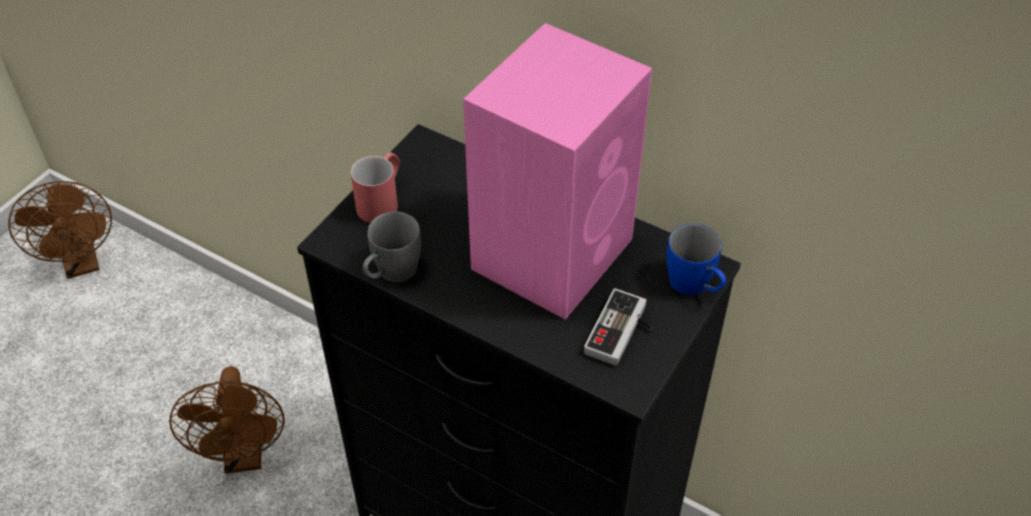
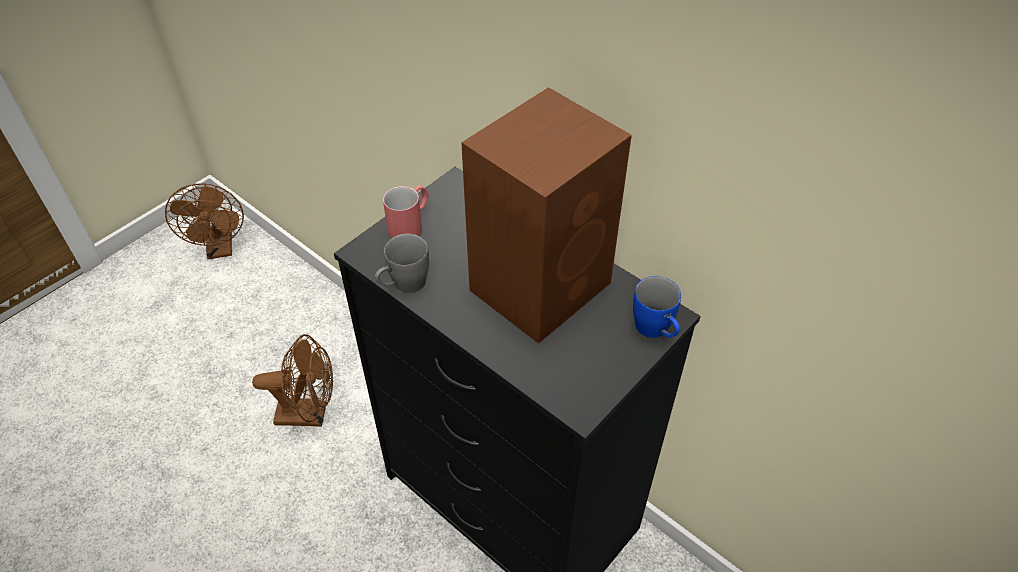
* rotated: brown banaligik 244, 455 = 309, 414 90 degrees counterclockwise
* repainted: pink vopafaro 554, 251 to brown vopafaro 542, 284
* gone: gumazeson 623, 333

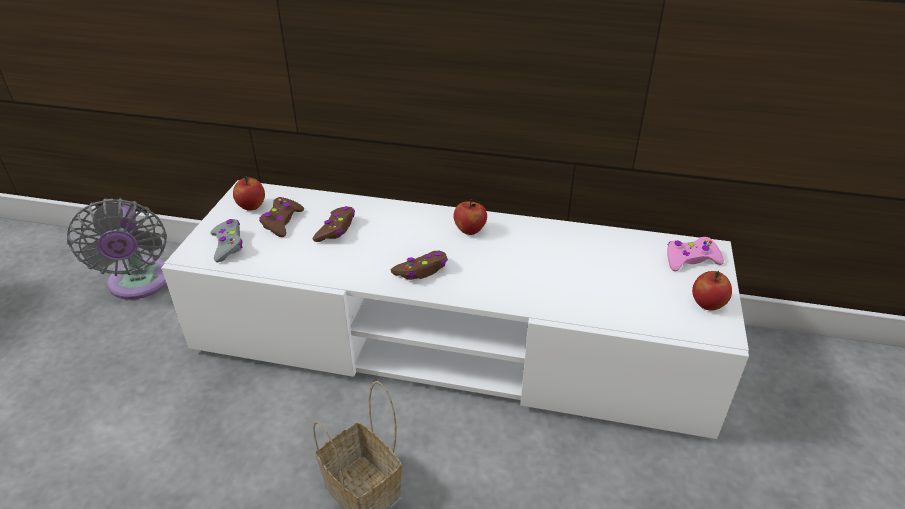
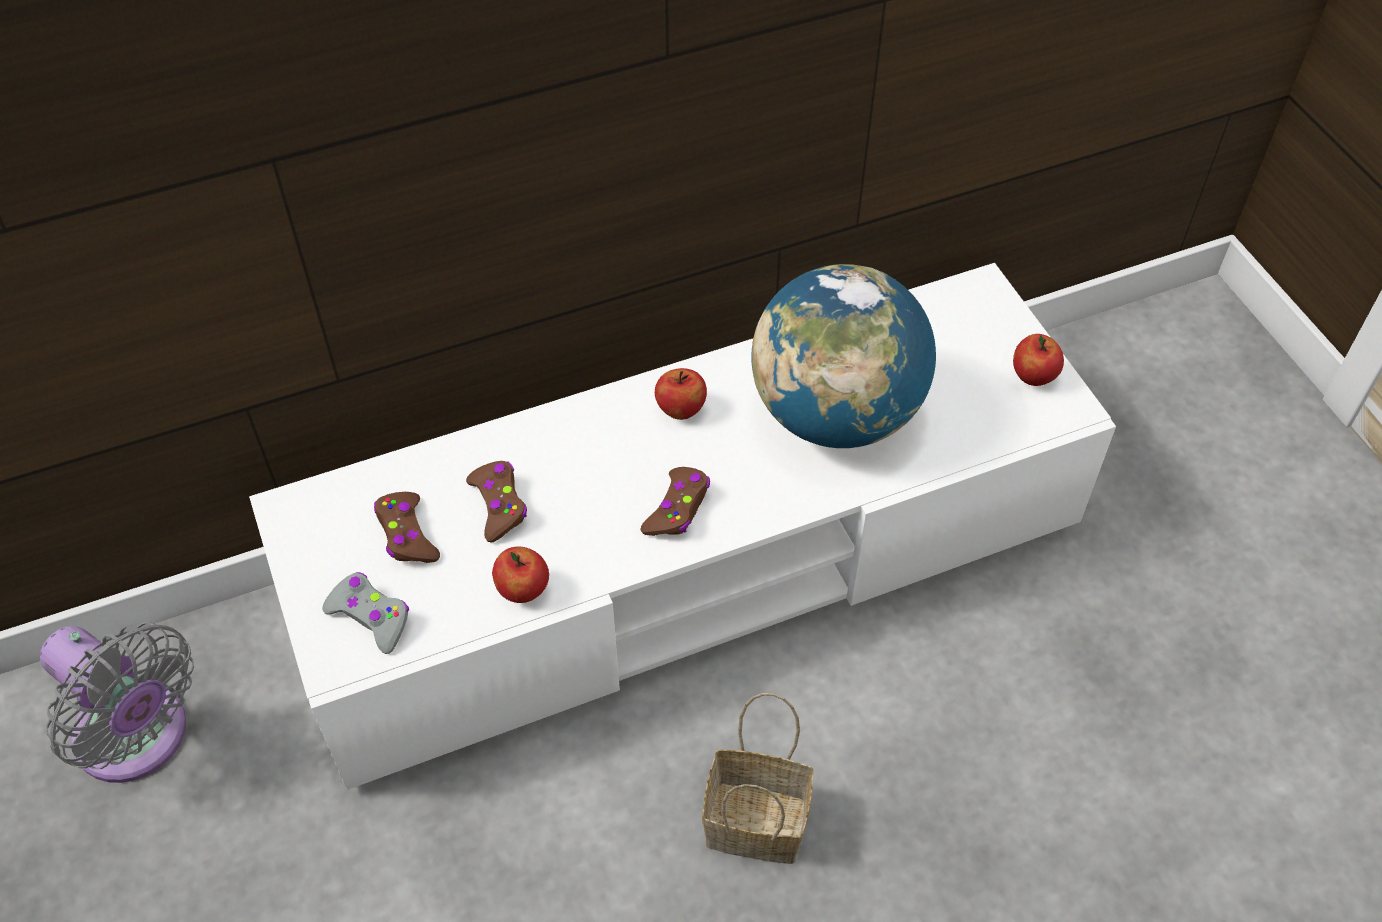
* shifted: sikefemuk 251, 206 to 523, 590
* gone: pink gumazeson 690, 260
* new: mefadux 836, 414

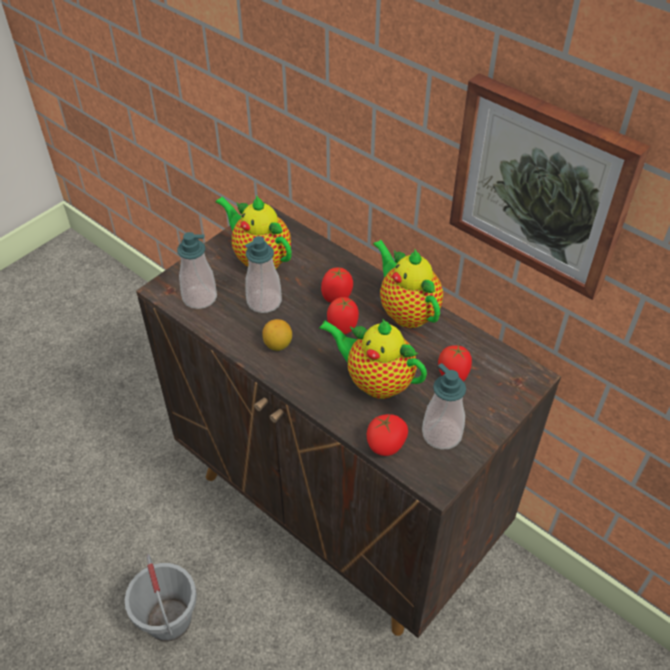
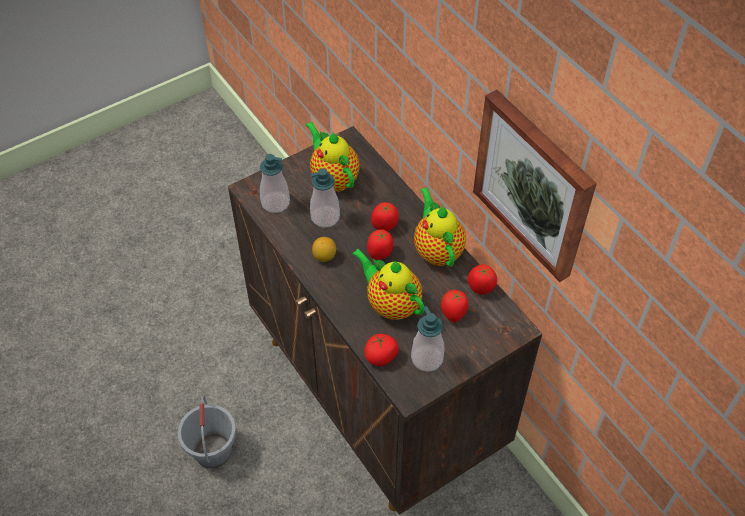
* new: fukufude 480, 288

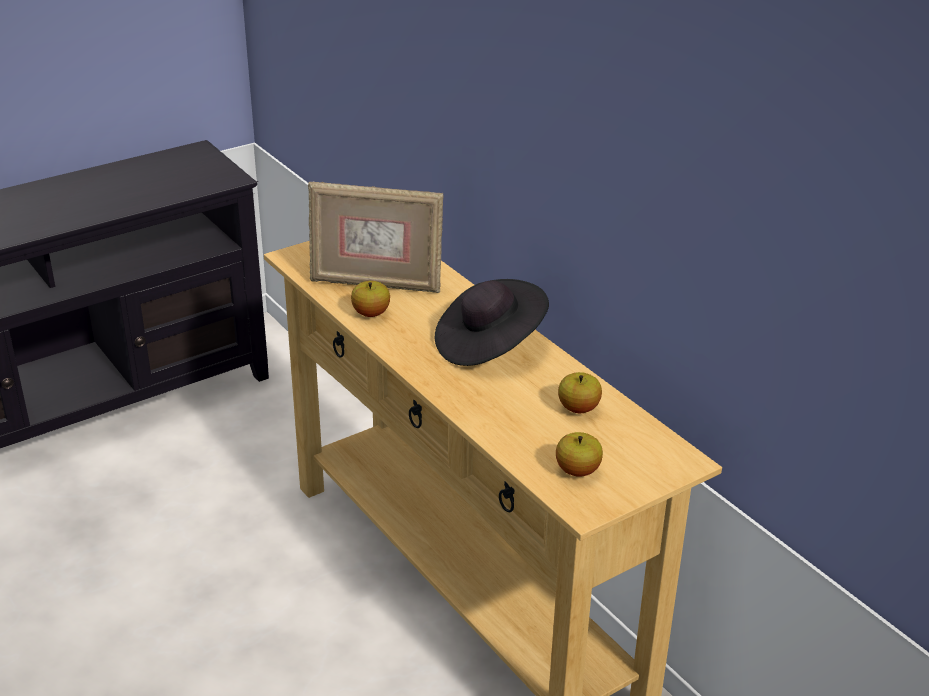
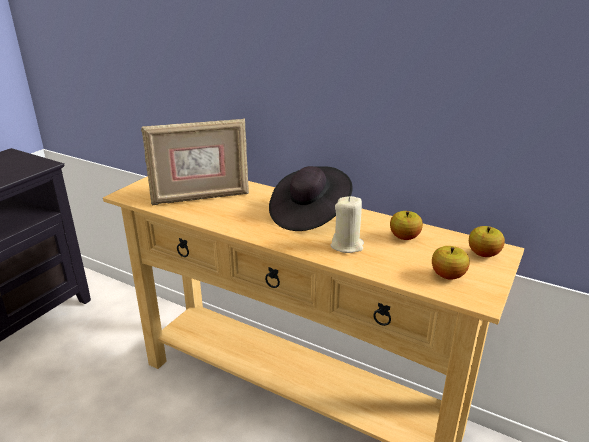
* shifted: sikefemuk 371, 313 to 483, 254
* new: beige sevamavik 347, 245

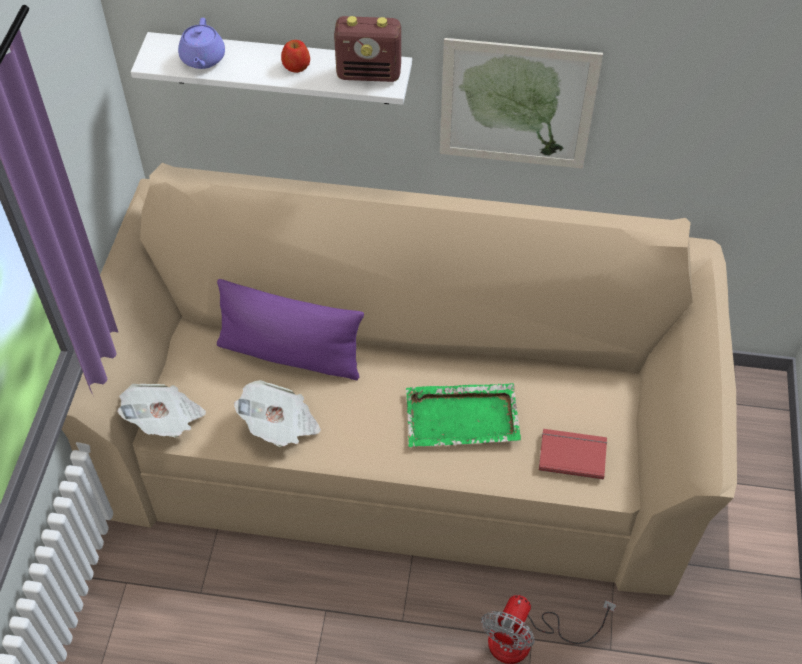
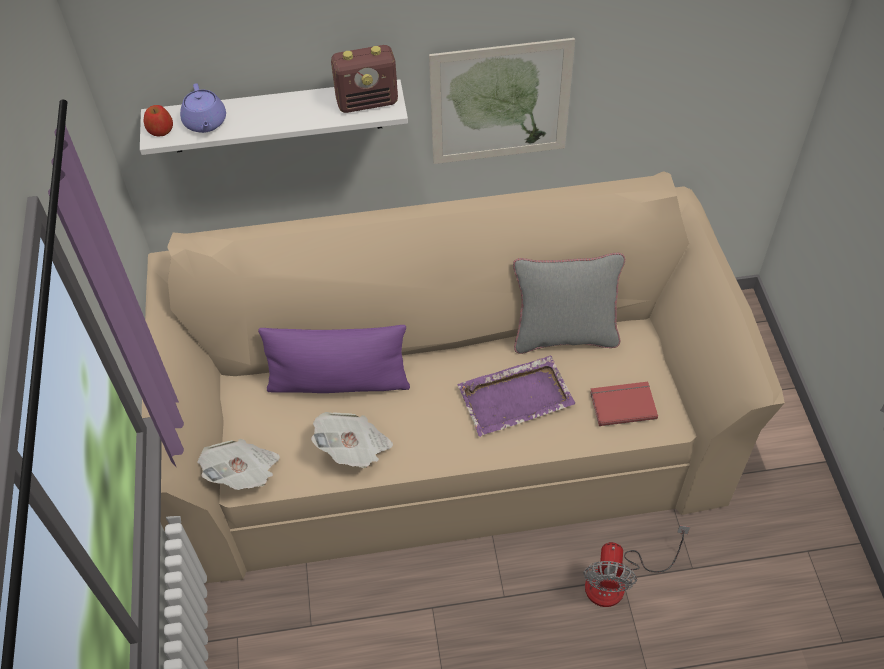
* shifted: sikefemuk 296, 65 to 160, 129
* repainted: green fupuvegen 463, 417 to purple fupuvegen 516, 397
* new: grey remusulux 564, 336

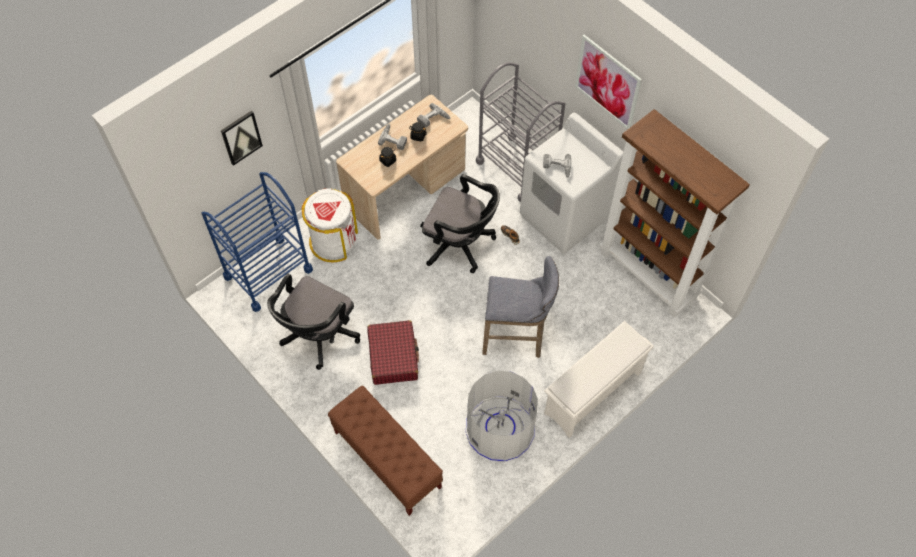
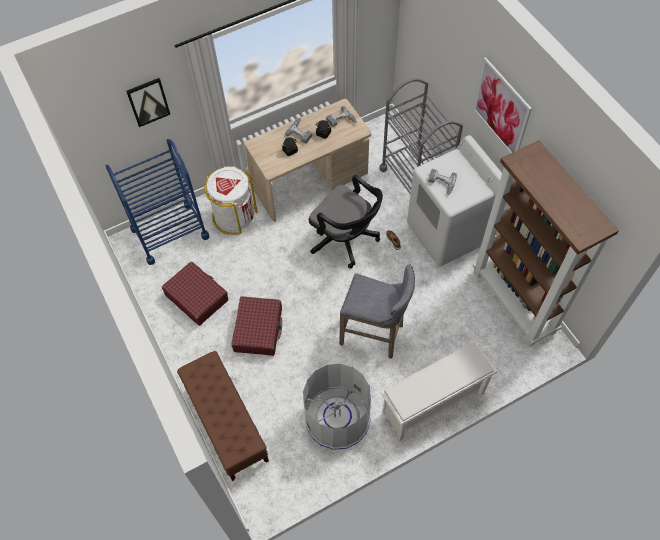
* swapped: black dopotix 317, 336 to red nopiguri 197, 297

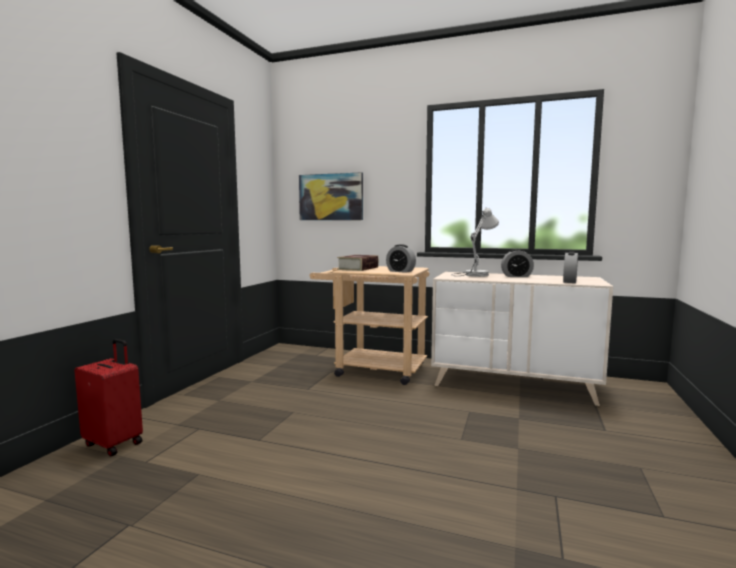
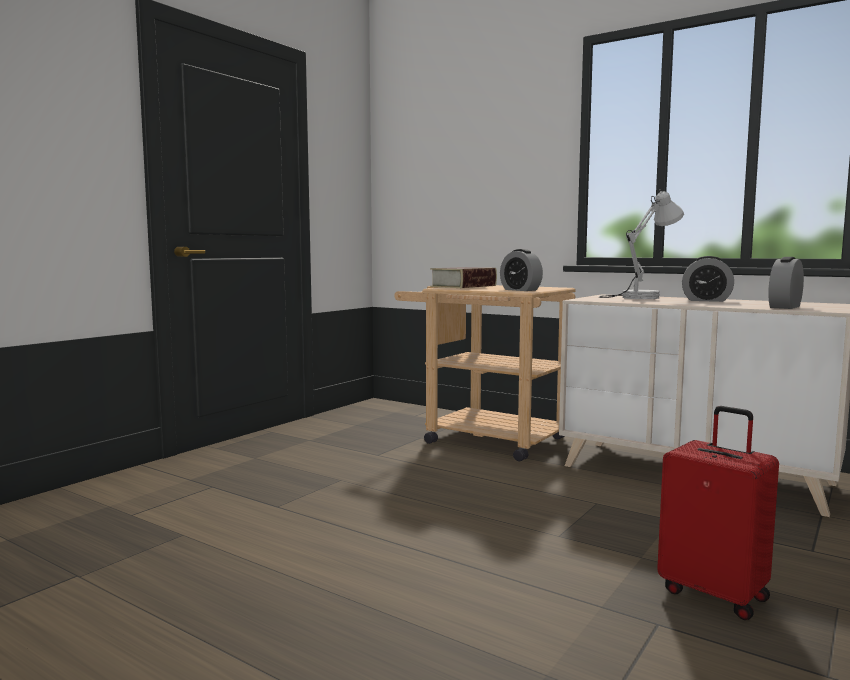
* shifted: red nopiguri 114, 443 to 714, 594
* gone: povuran 331, 197

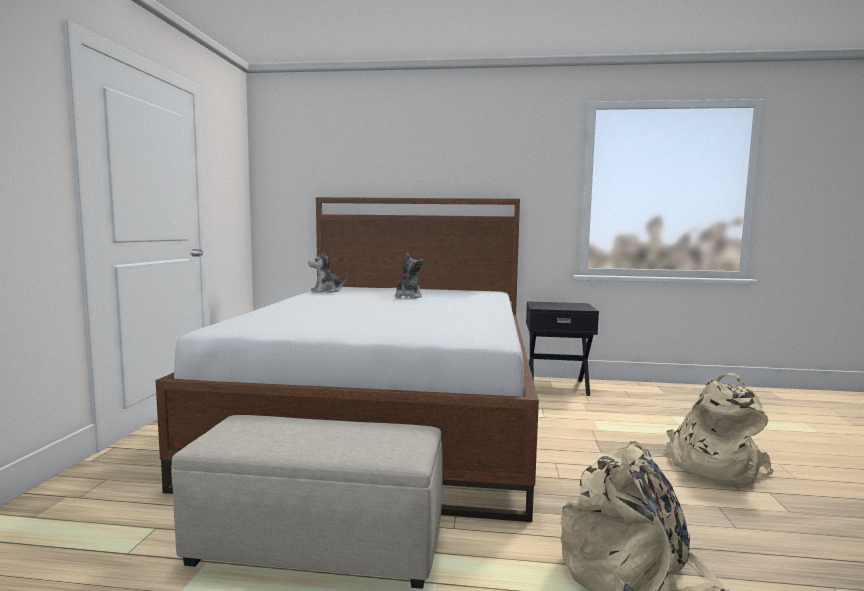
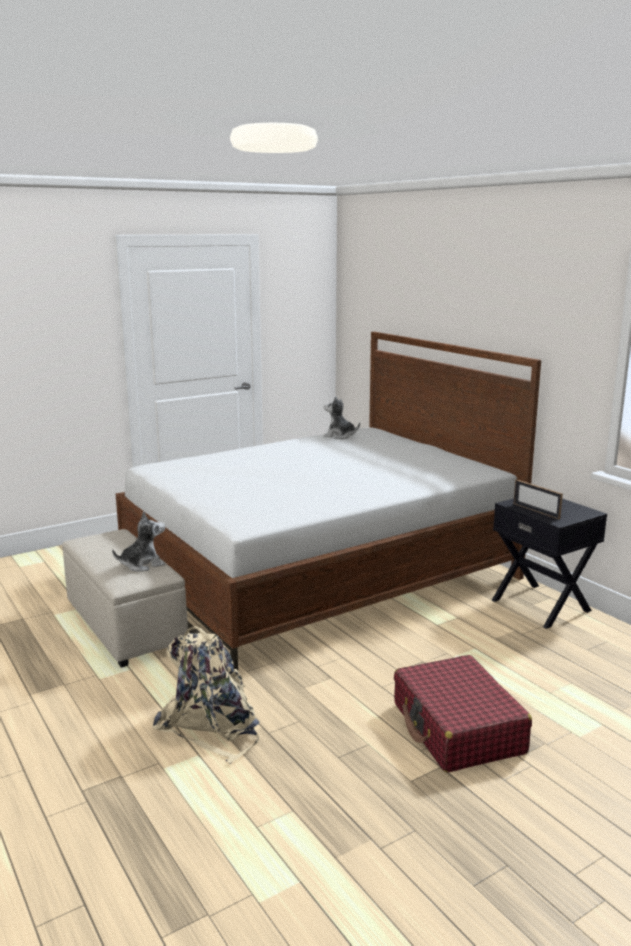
* shifted: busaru 408, 296 to 142, 564
* swapped: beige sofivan 711, 466 to red nopiguri 457, 728
* new: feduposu 536, 511

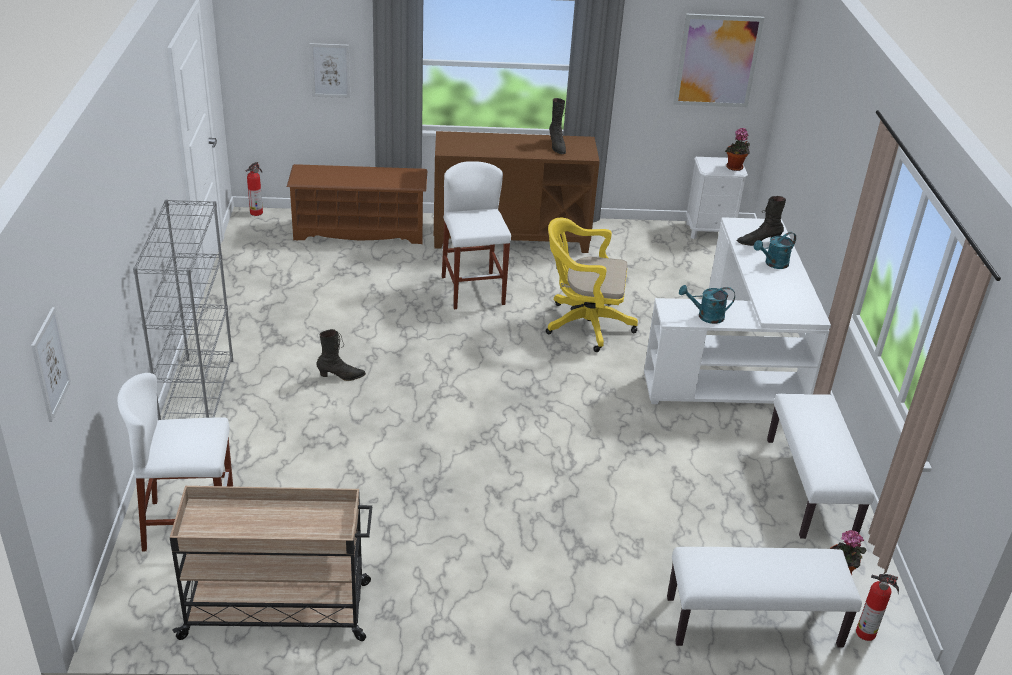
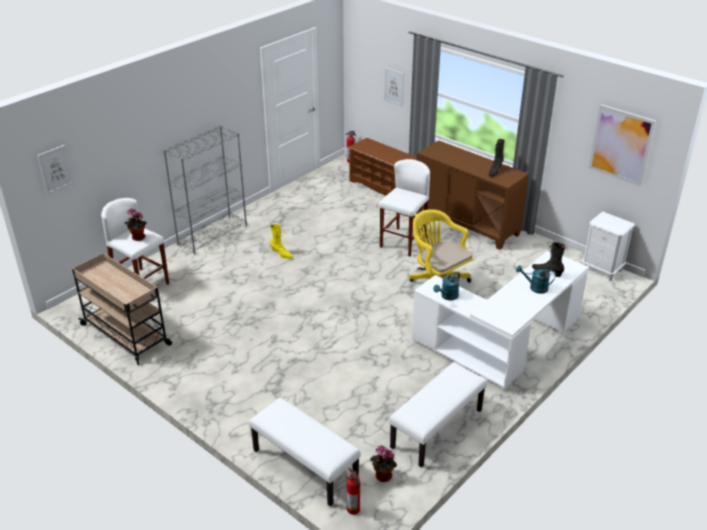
* repainted: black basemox 341, 376 to yellow basemox 281, 254
* rotated: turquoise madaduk 706, 316 = 447, 297 90 degrees counterclockwise
* shifted: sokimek 734, 168 to 137, 238

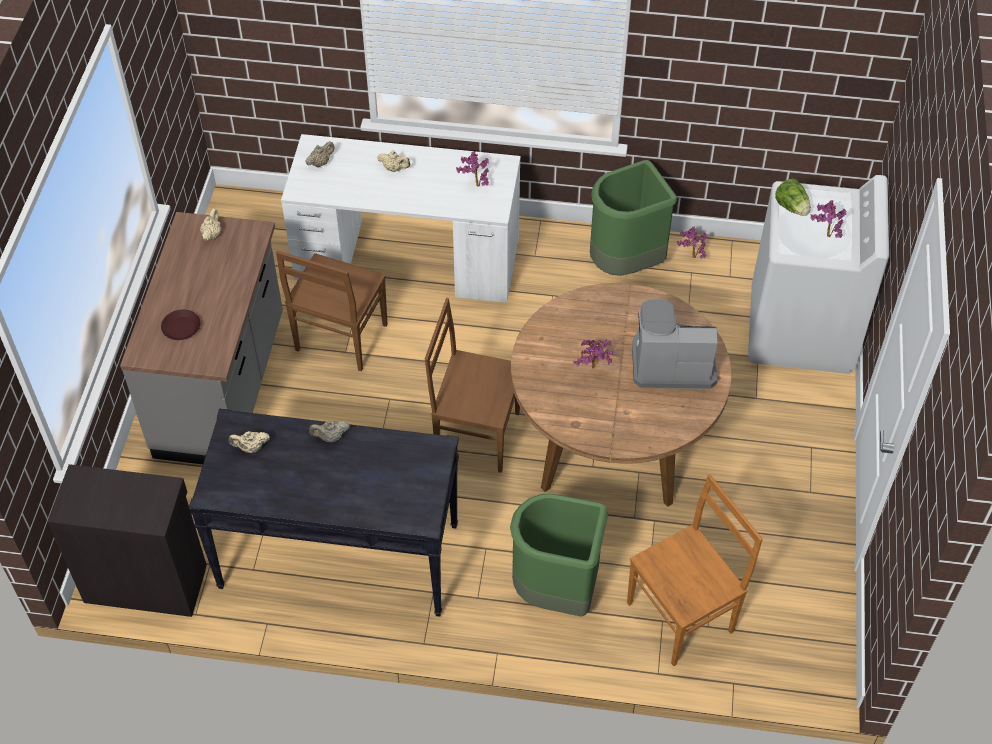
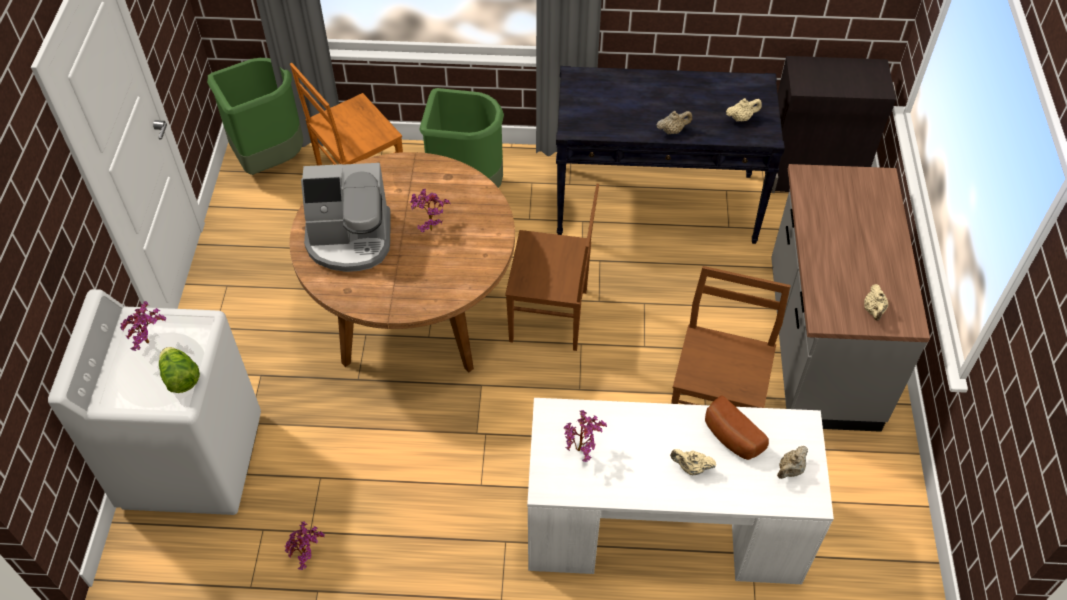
* gone: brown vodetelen 181, 327
* shifted: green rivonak 626, 264 to 269, 160
* new: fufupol 730, 438

